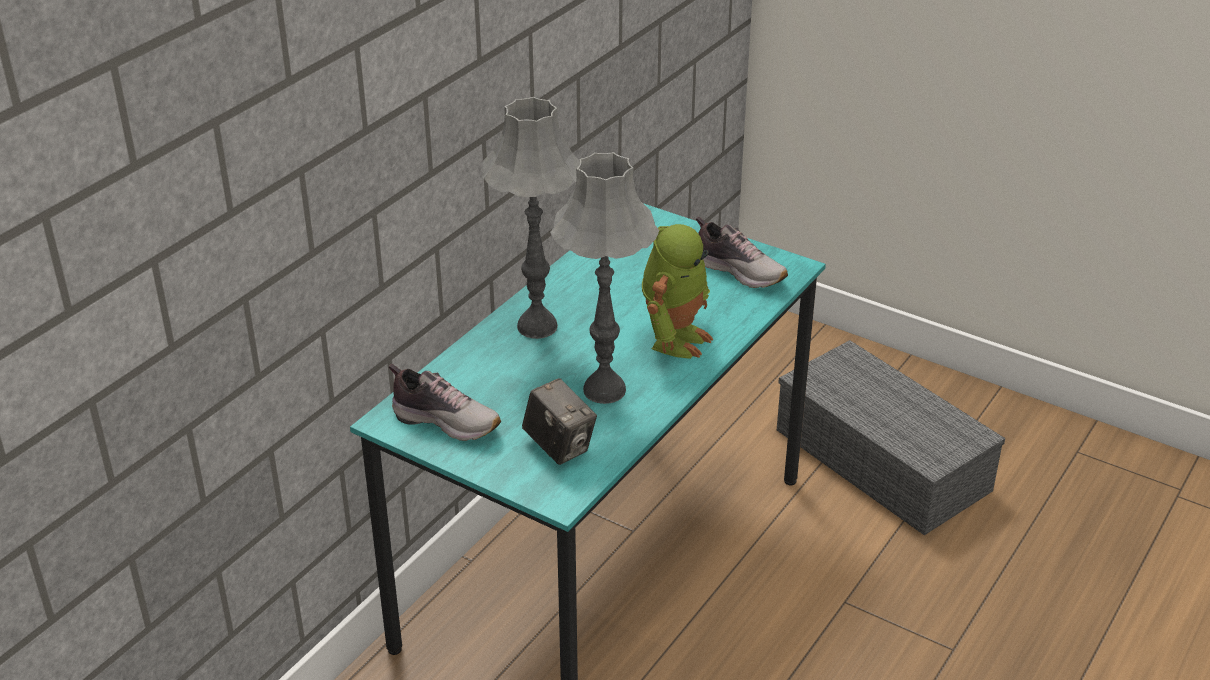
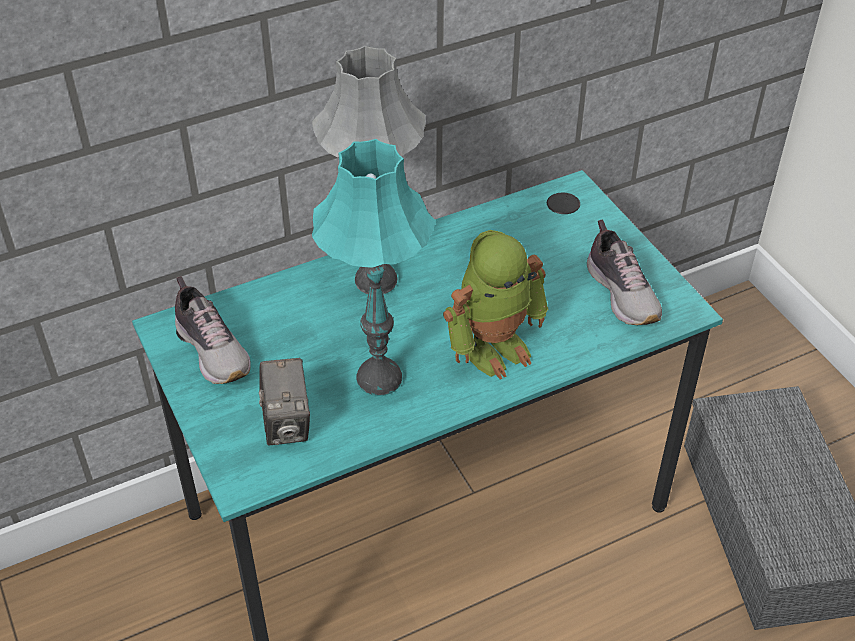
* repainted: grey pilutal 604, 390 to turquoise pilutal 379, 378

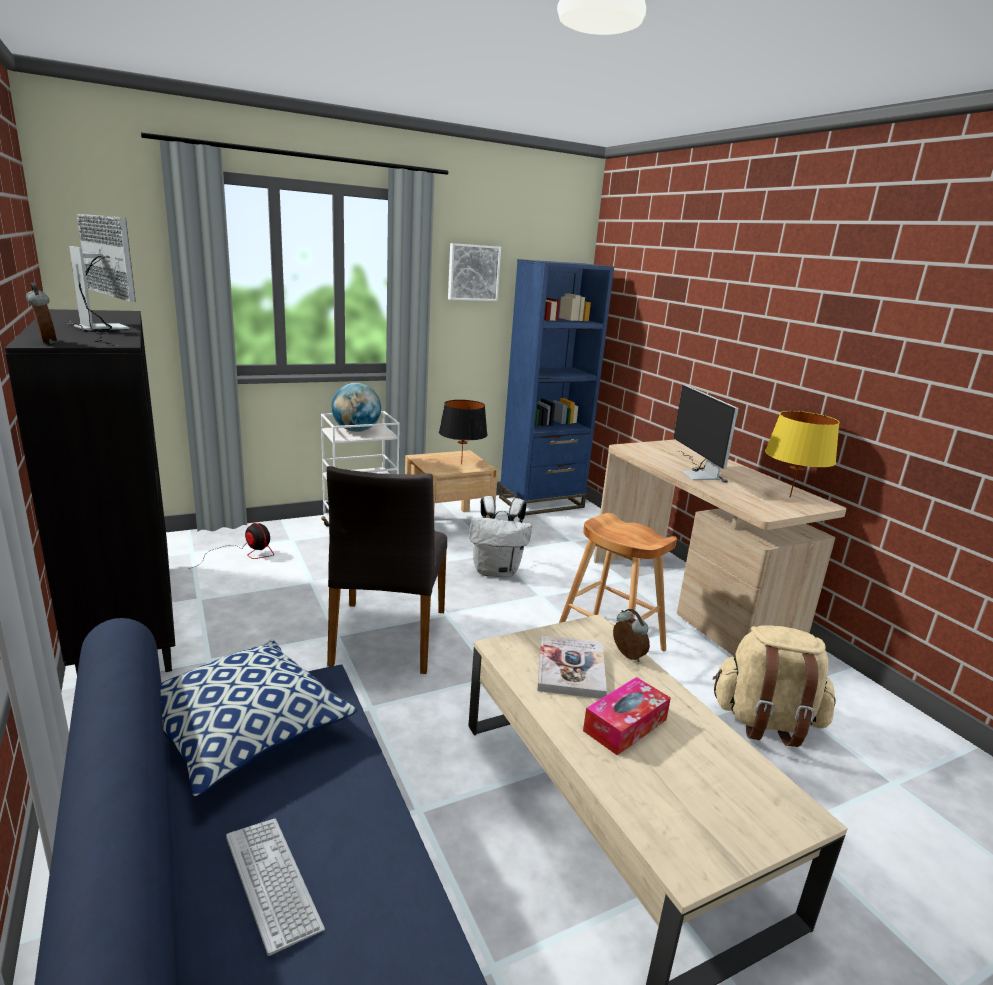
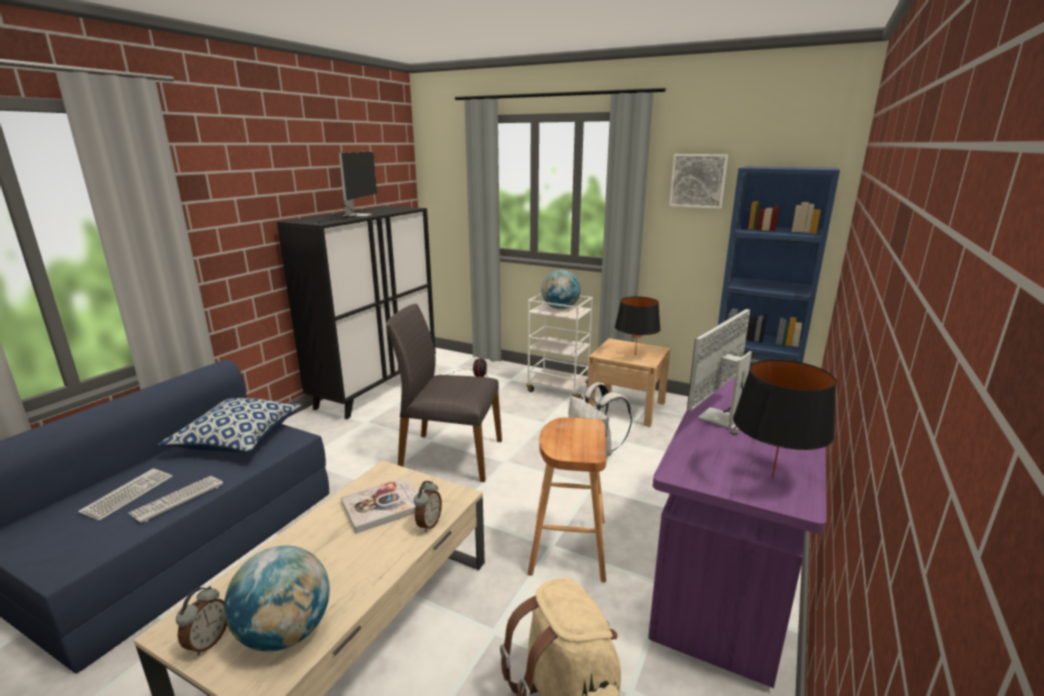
* shifted: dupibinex 45, 342 to 207, 641
* rotated: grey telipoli 387, 637 = 450, 455 45 degrees clockwise
* gone: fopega 625, 725
* repainted: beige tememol 691, 598 to purple tememol 729, 566
* repainted: yellow pilutal 790, 497 to black pilutal 772, 477
* new: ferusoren 178, 499
* new: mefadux 285, 633

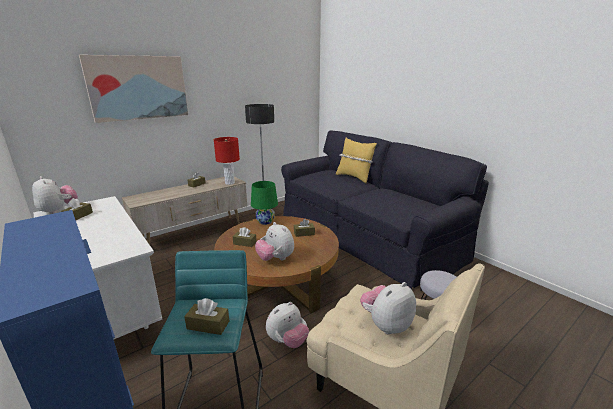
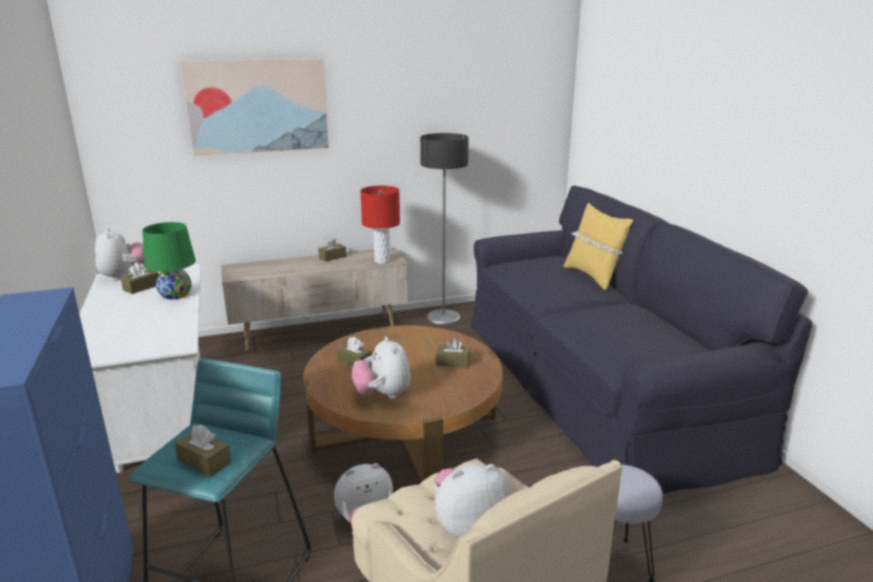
* shifted: green pilutal 265, 221 to 175, 294

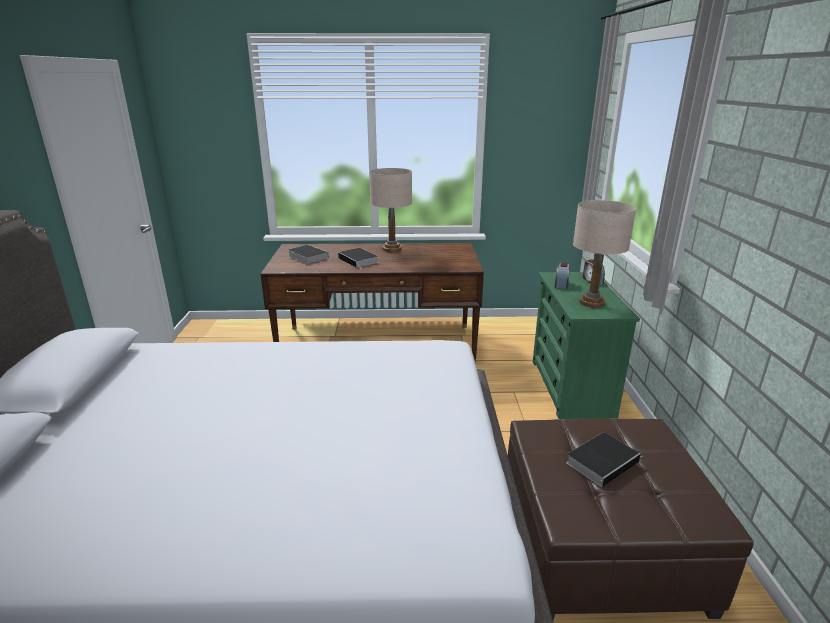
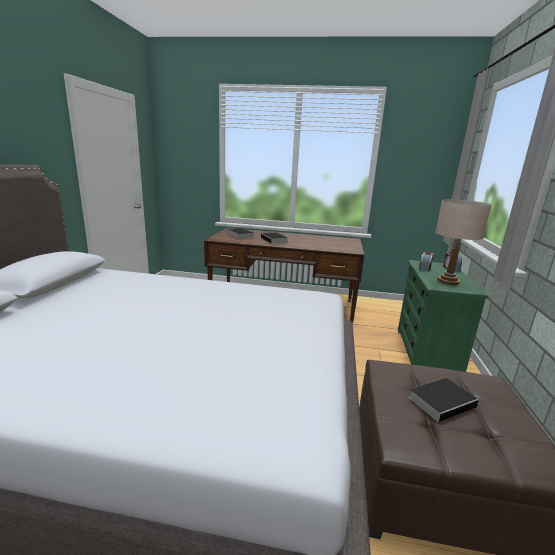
* gone: beige pilutal 392, 249

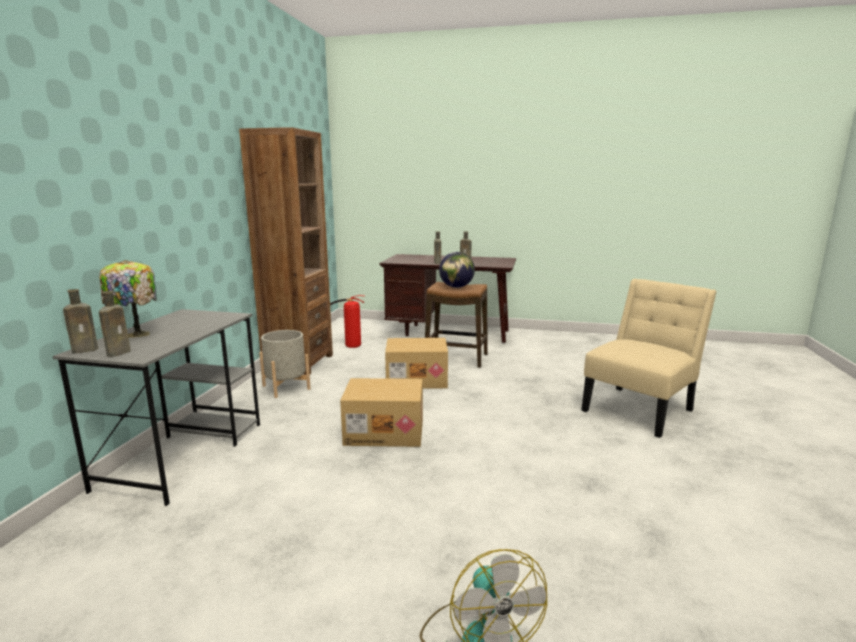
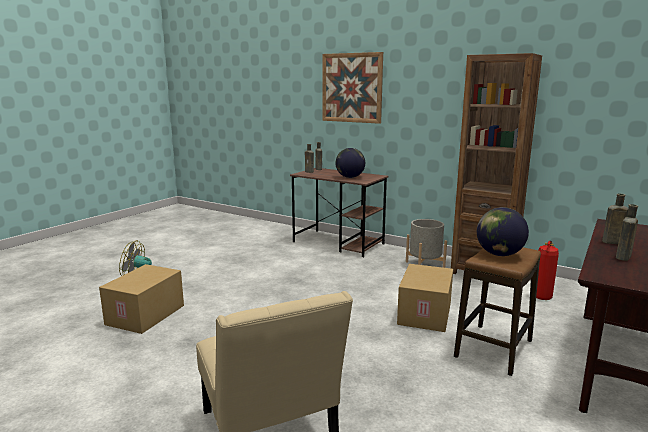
* repainted: grey tememol 184, 454 to brown tememol 339, 243
* gone: pilutal 136, 335
* shifted: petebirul 385, 432 to 146, 315
* new: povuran 351, 88
* new: mefadux 350, 177

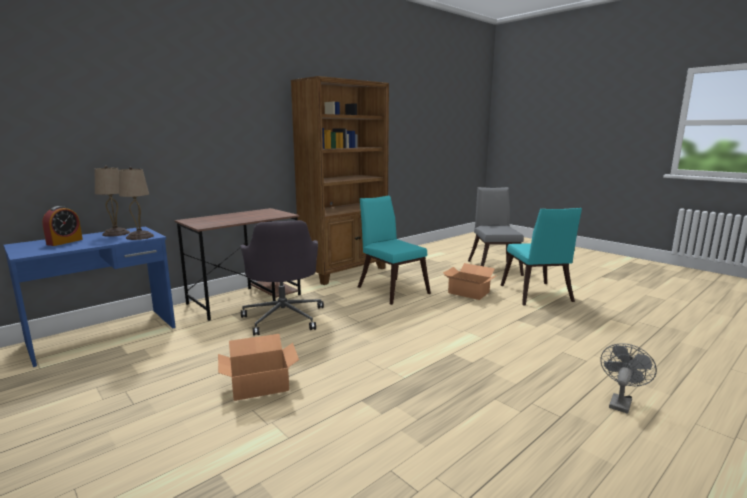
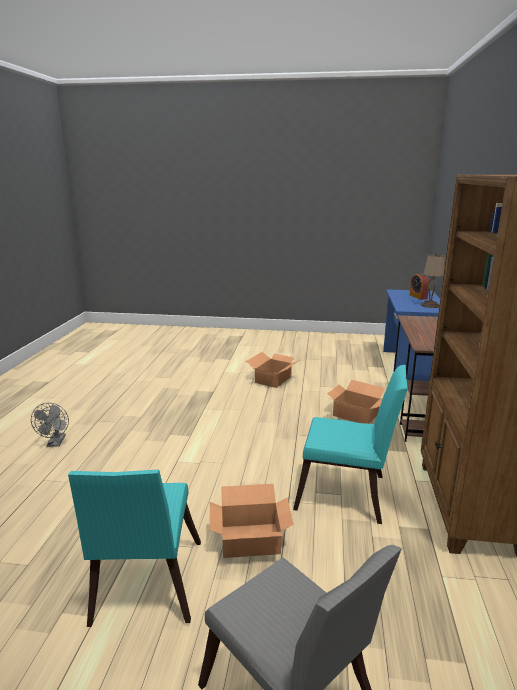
* gone: beige pilutal 139, 237
* swapped: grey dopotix 284, 317 to petebirul 355, 414
* rotated: turquoise telipoli 536, 295 = 145, 587 135 degrees counterclockwise

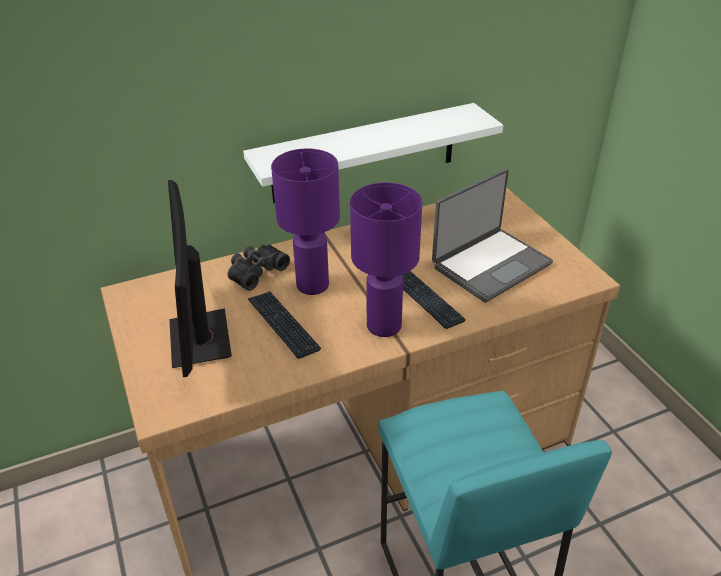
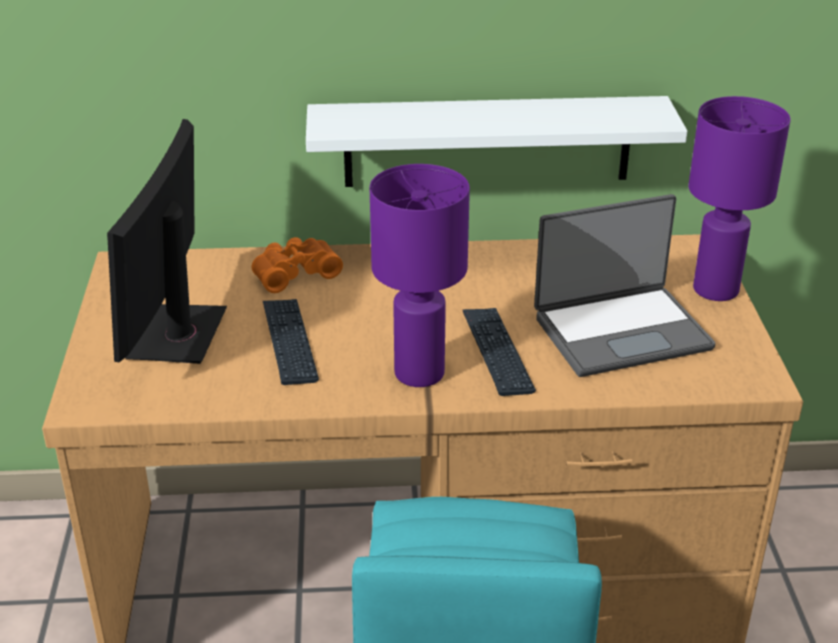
* repainted: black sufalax 255, 271 to orange sufalax 294, 272
* shifted: purple pilutal 312, 285 to 714, 289

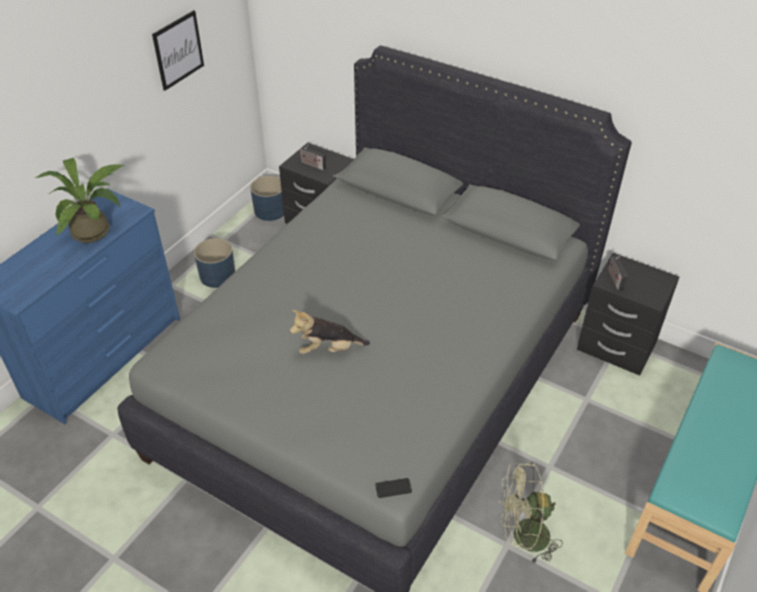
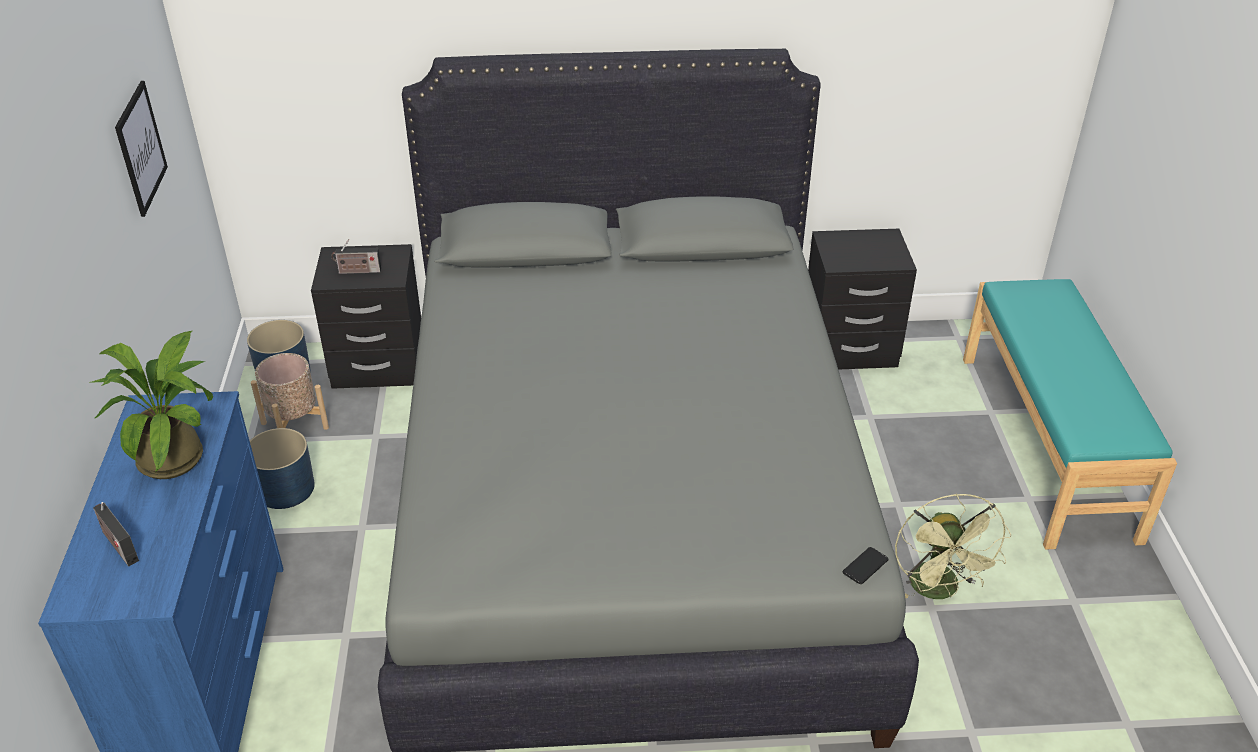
* gone: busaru 328, 349
* rotated: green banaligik 523, 537 = 939, 590 60 degrees counterclockwise
* shifted: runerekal 614, 279 to 118, 545
* new: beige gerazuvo 294, 425

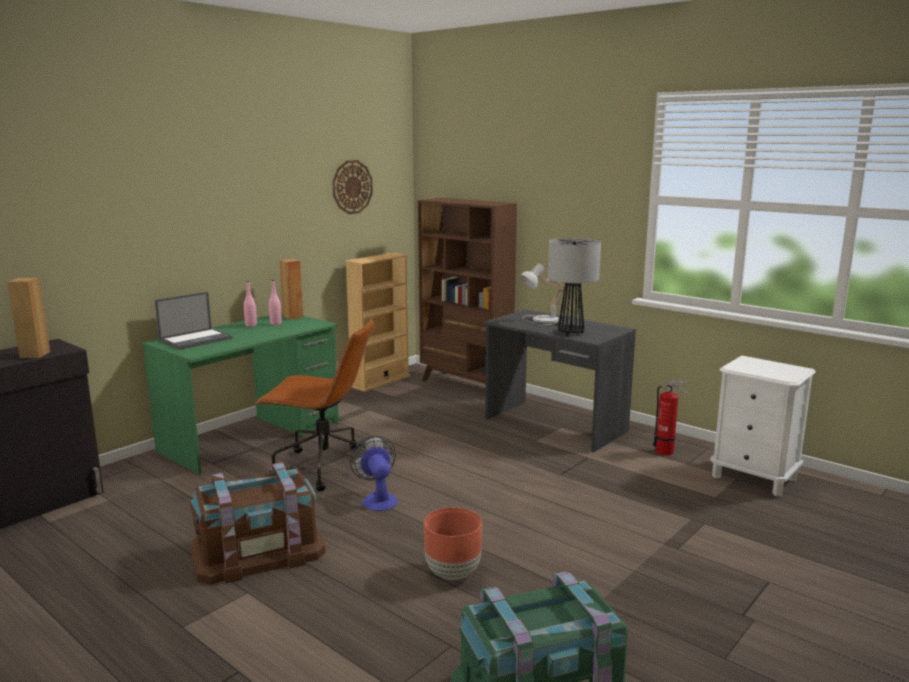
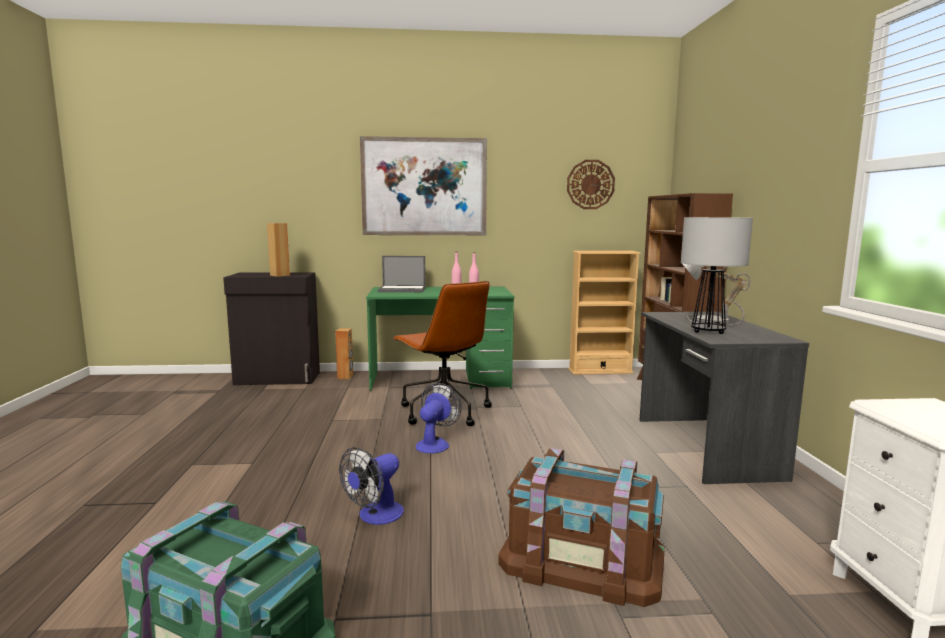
* shifted: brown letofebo 258, 551 to 582, 559
* shifted: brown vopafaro 293, 317 to 345, 377
* swapped: brown gerazuvo 453, 573 to banaligik 375, 516
* gone: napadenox 666, 452
* new: povuran 424, 187

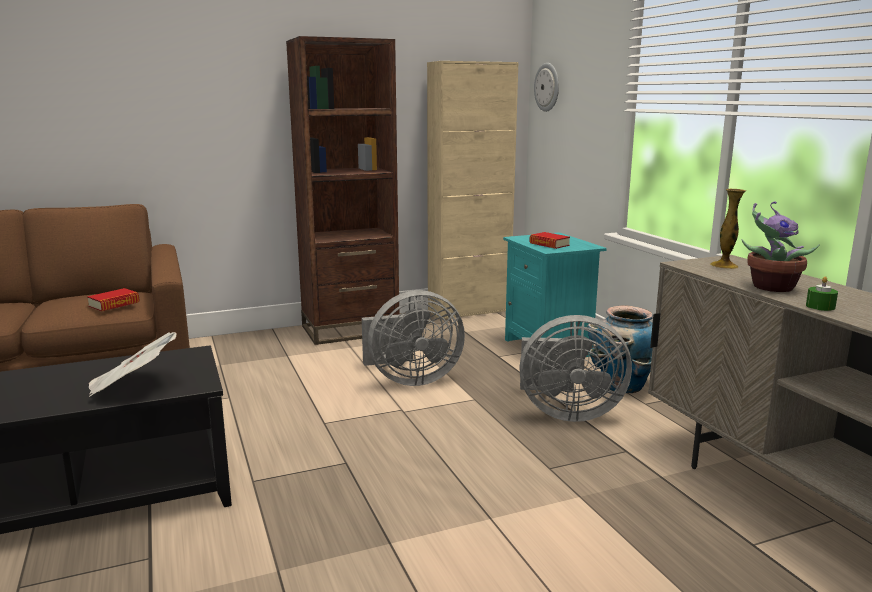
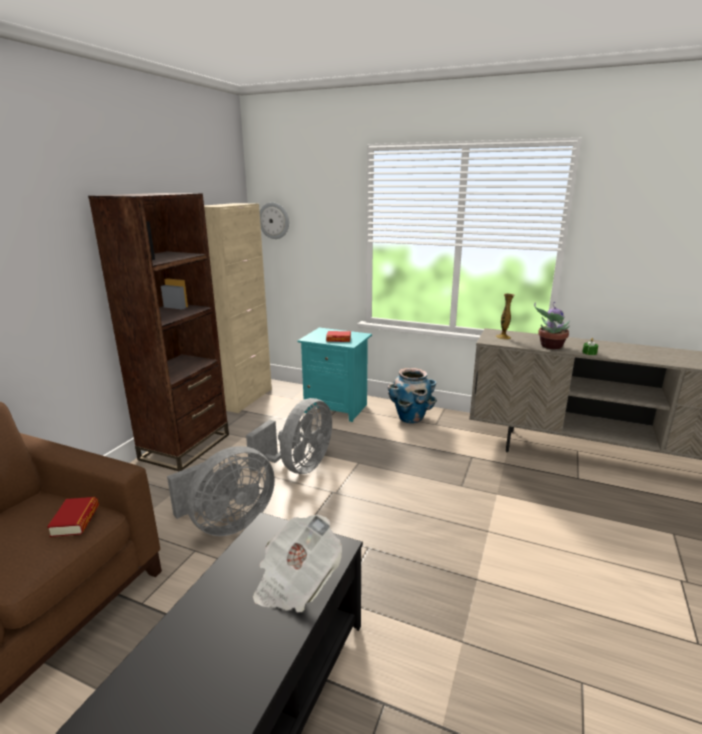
* shifted: grey banaligik 566, 412 to 227, 524

